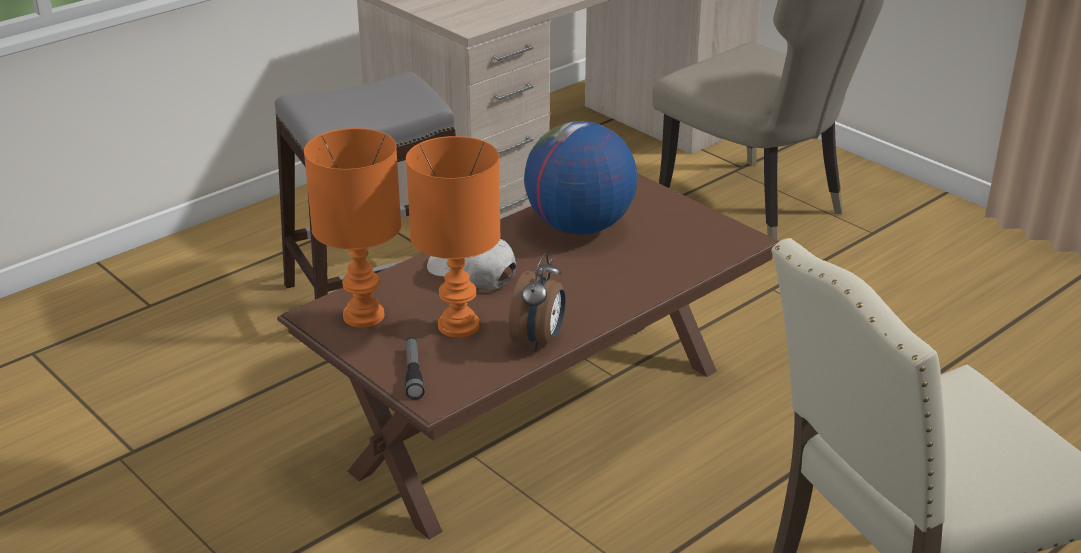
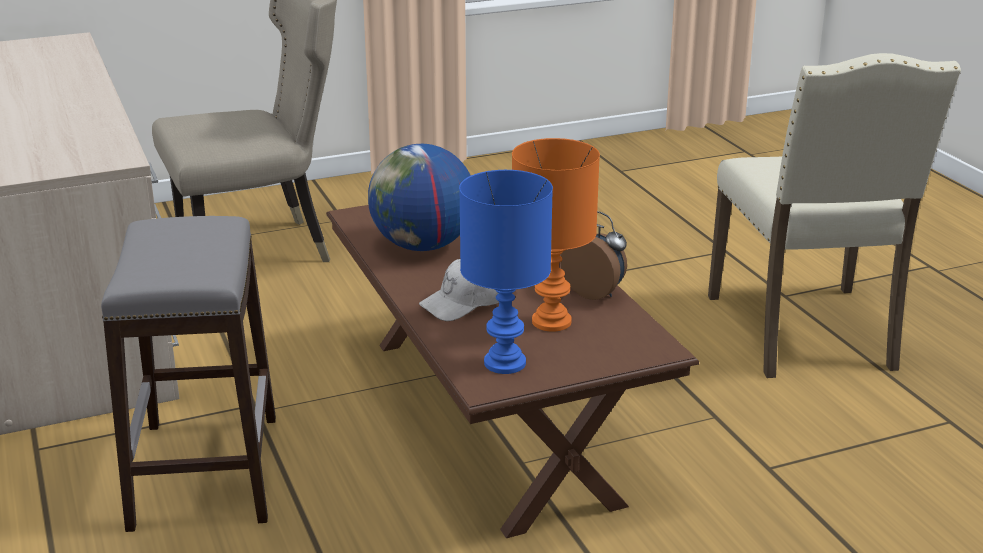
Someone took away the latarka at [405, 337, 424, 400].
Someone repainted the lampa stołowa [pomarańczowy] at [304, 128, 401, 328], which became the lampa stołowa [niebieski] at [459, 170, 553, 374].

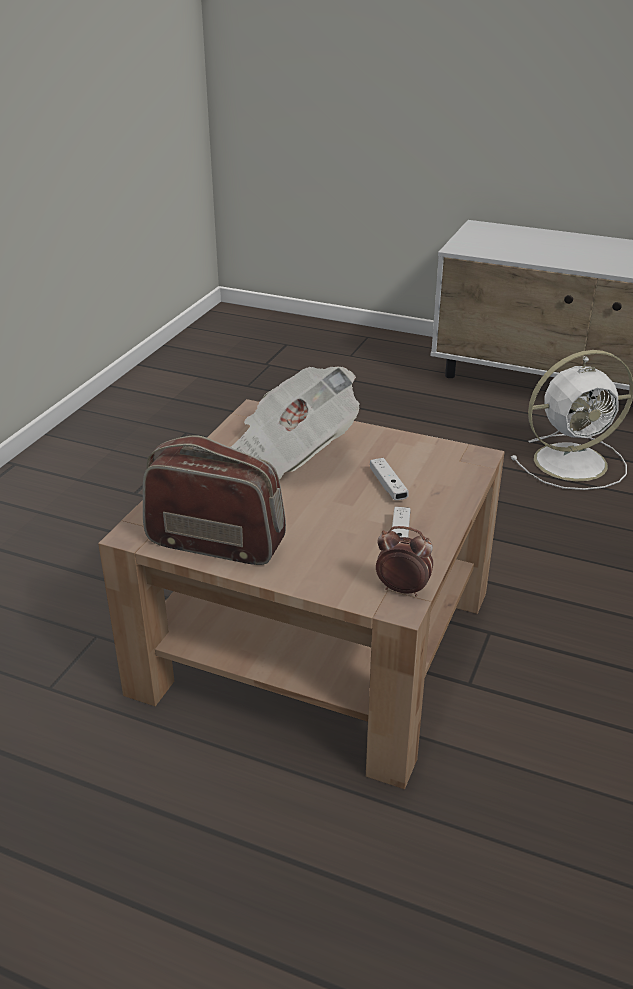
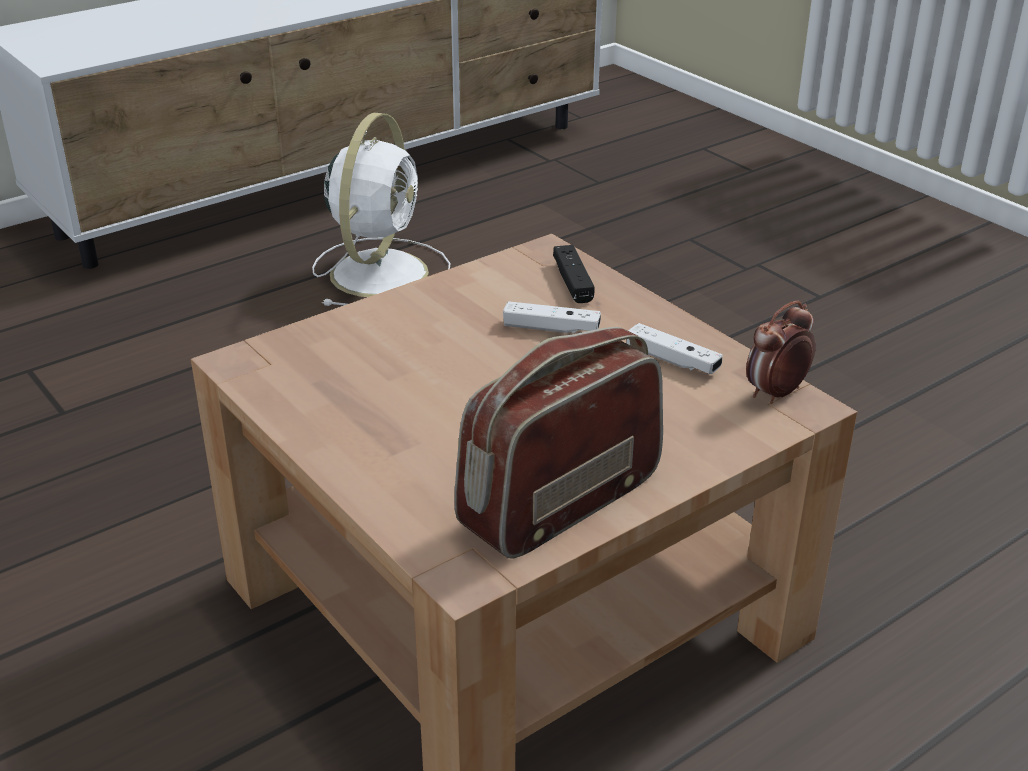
Someone took away the gazeta at [231, 366, 359, 480].
Someone put down the pad do gier [czarny] at [553, 245, 595, 303].

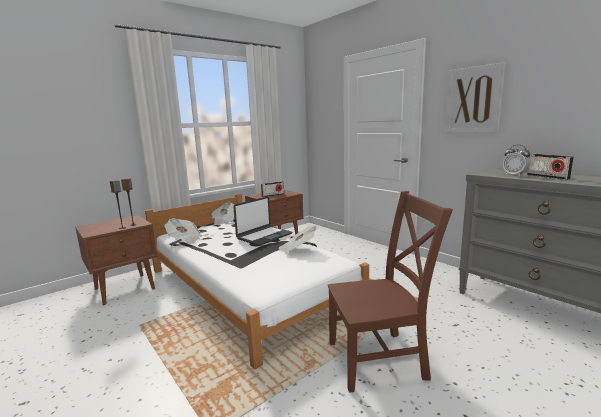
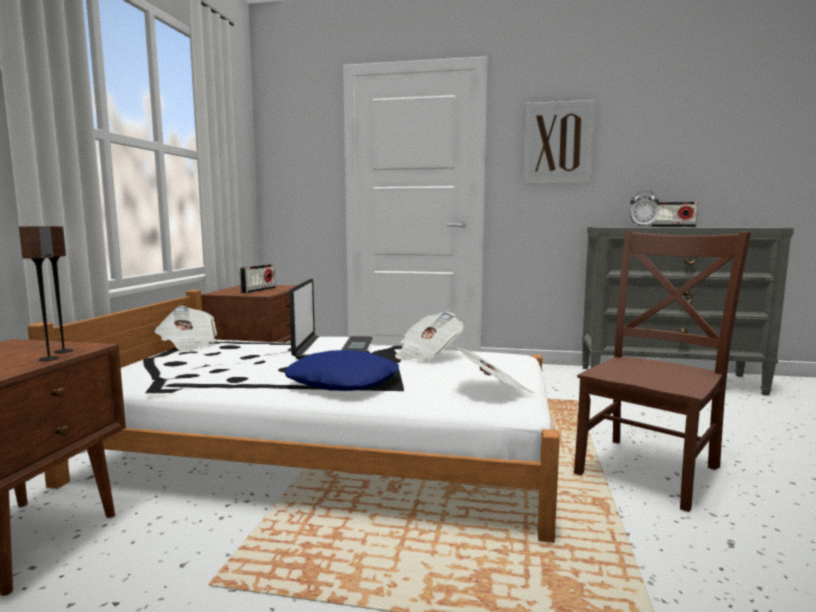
Someone put down the poduszka [niebieski] at [285, 350, 399, 391].
Someone carried the gazeta from [164, 218, 202, 244] to [448, 344, 534, 393].

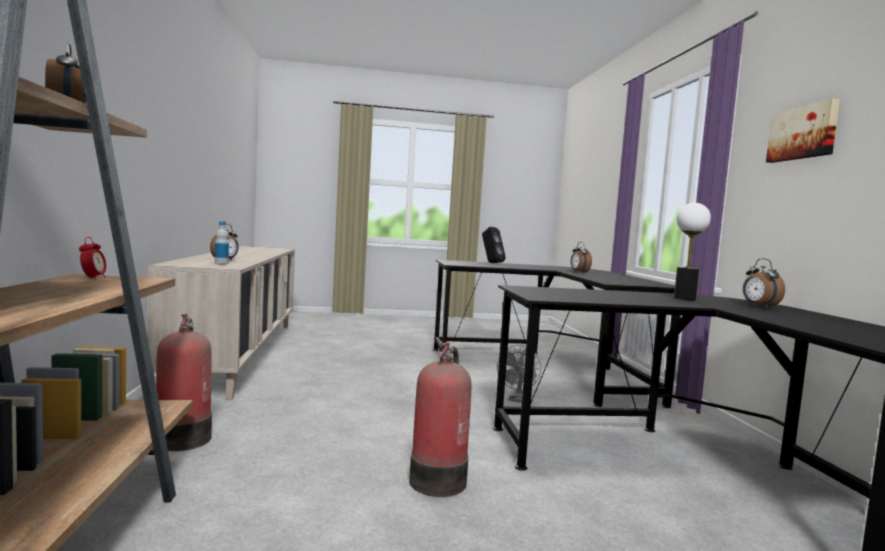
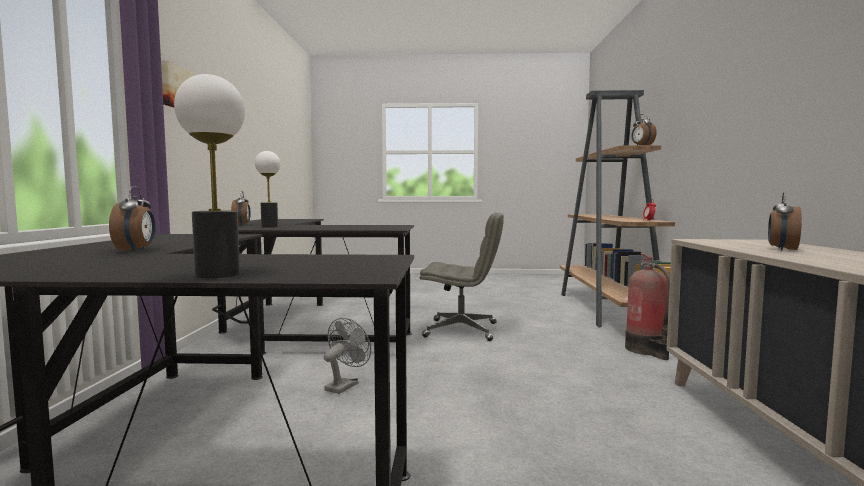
Someone took away the butelka at [215, 221, 229, 264].
Someone swapped the gaśnica at [409, 342, 471, 497] for the krzesło biurowe [szary] at [419, 212, 504, 341].
Someone swapped the głośnik [czarny] at [482, 227, 506, 263] for the lampa stołowa at [174, 74, 245, 278].

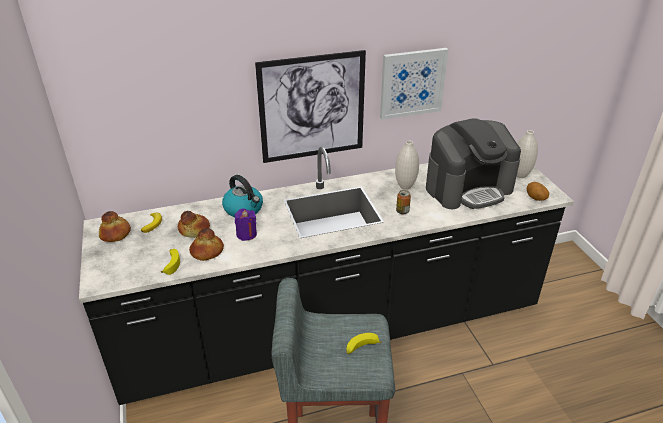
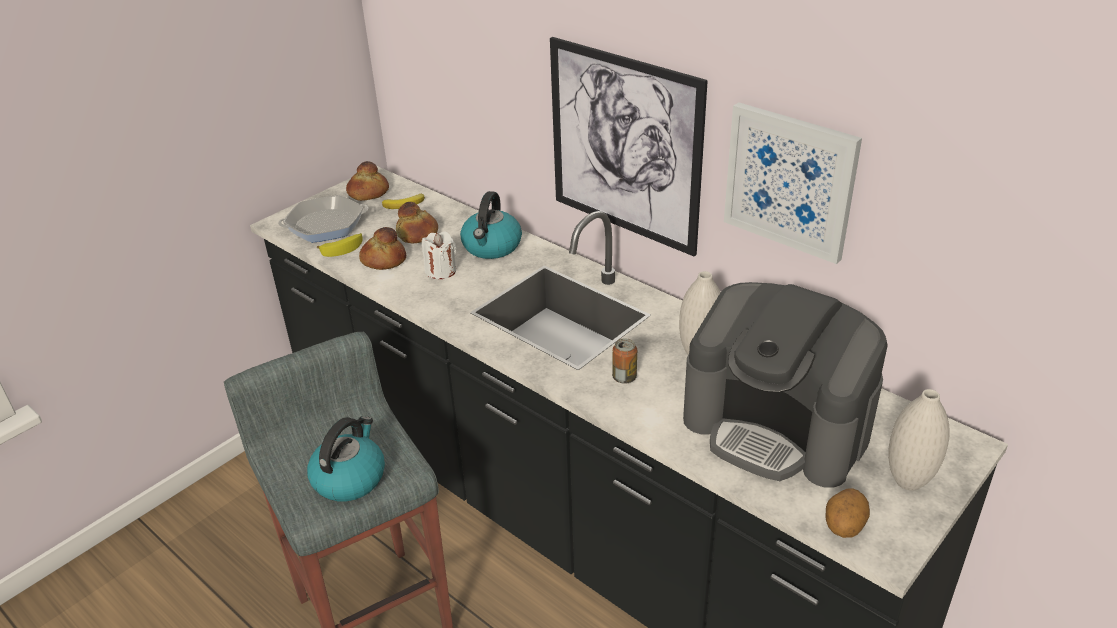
Someone put down the patelnia at [278, 195, 368, 243].
Someone swapped the banan at [346, 333, 381, 354] for the czajnik at [307, 416, 385, 501].
Someone repainted the świeca [fioletowy] at [235, 209, 257, 241], which became the świeca [biały] at [422, 231, 456, 279].

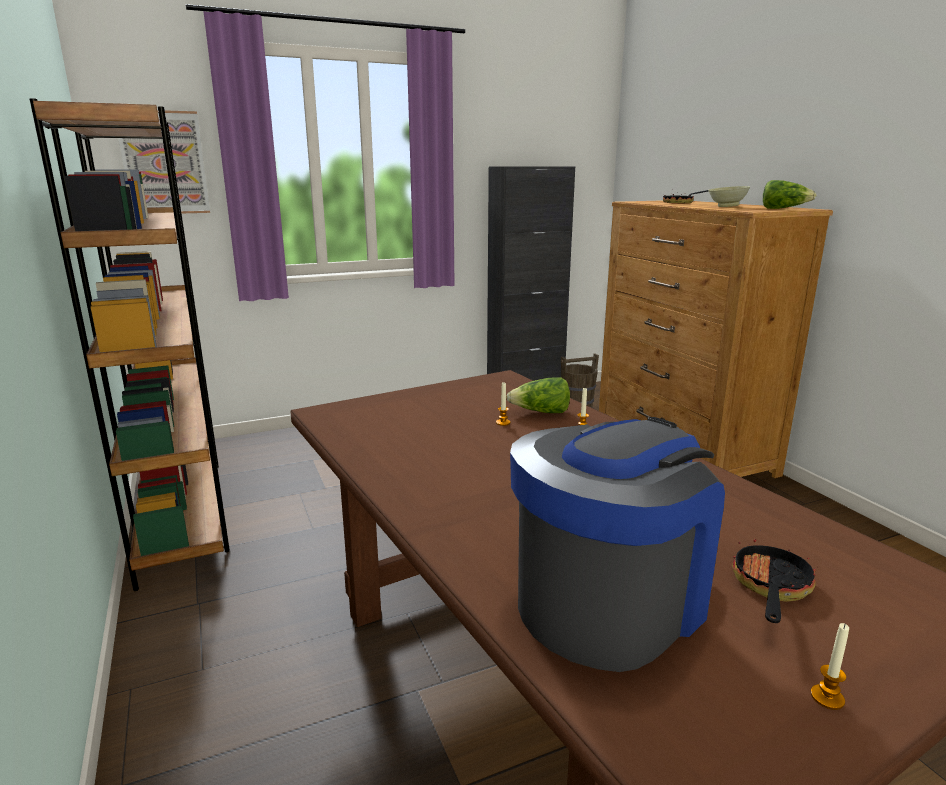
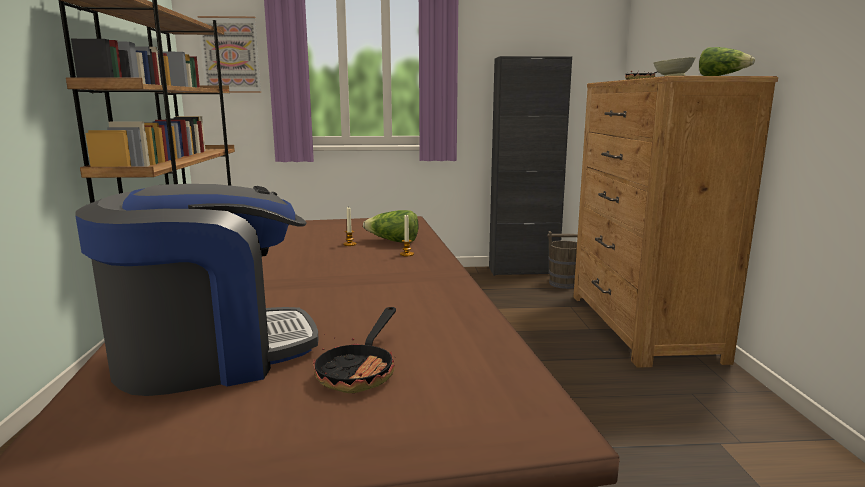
Someone took away the świeca at [811, 623, 849, 710].
Someone rotated the patelnia at [732, 530, 816, 623] by 150 degrees clockwise.

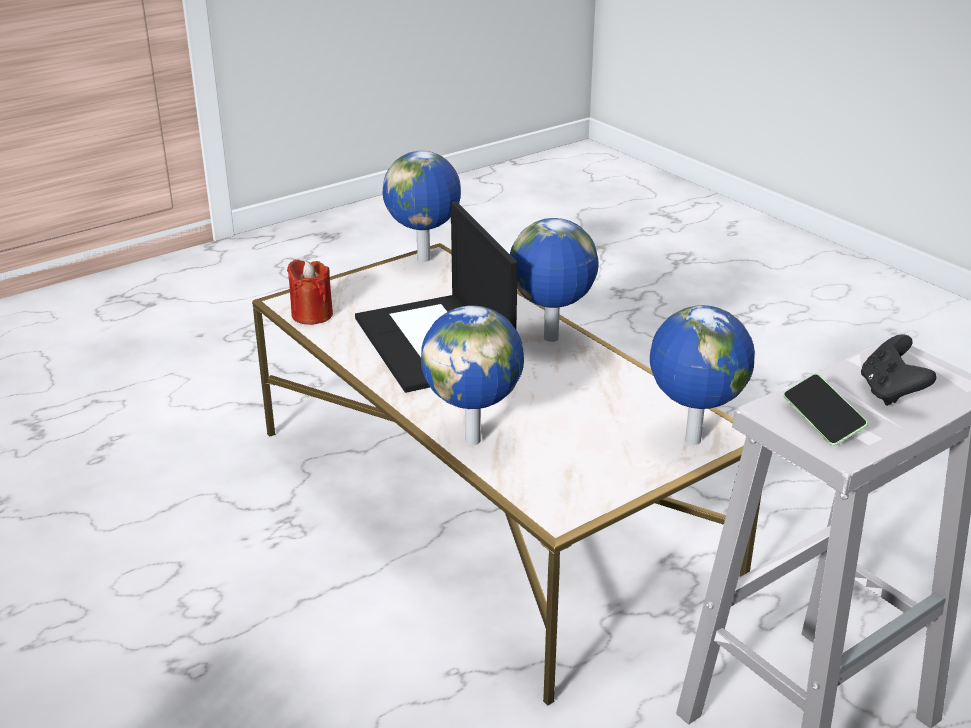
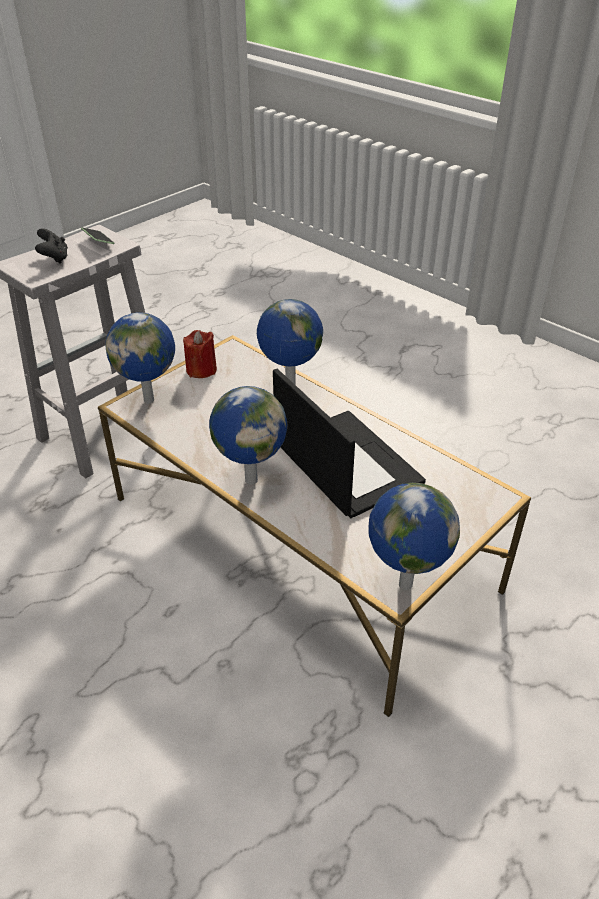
Someone carried the świeca [czerwony] from [287, 260, 333, 325] to [183, 330, 217, 378].

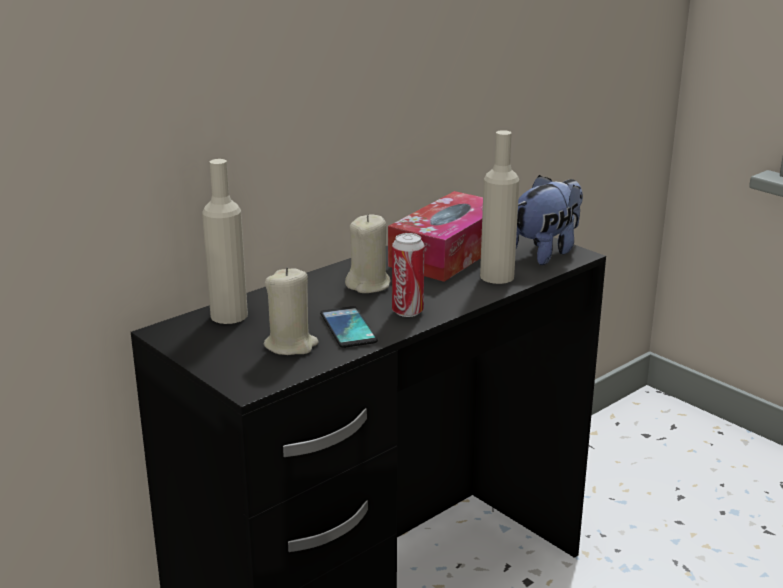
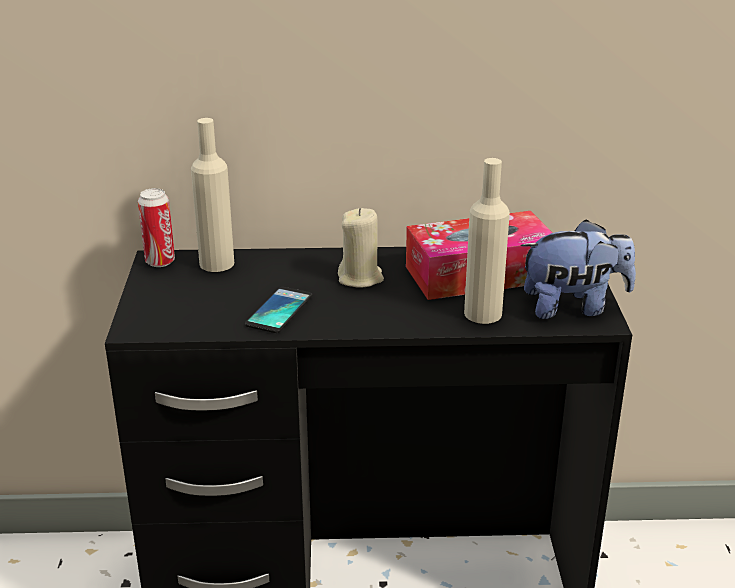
Someone took away the świeca [beżowy] at [264, 267, 319, 355].
Someone carried the puszka from [392, 233, 424, 317] to [138, 188, 175, 267].

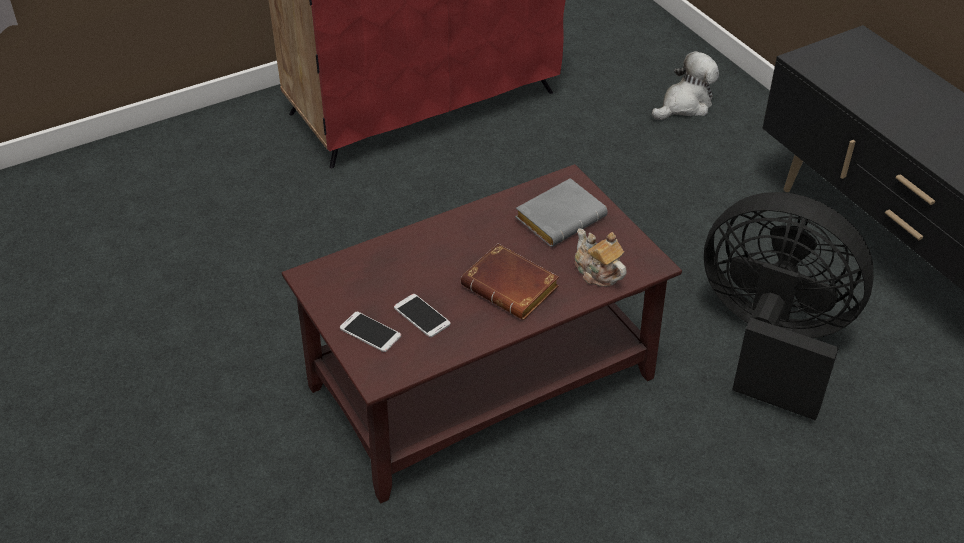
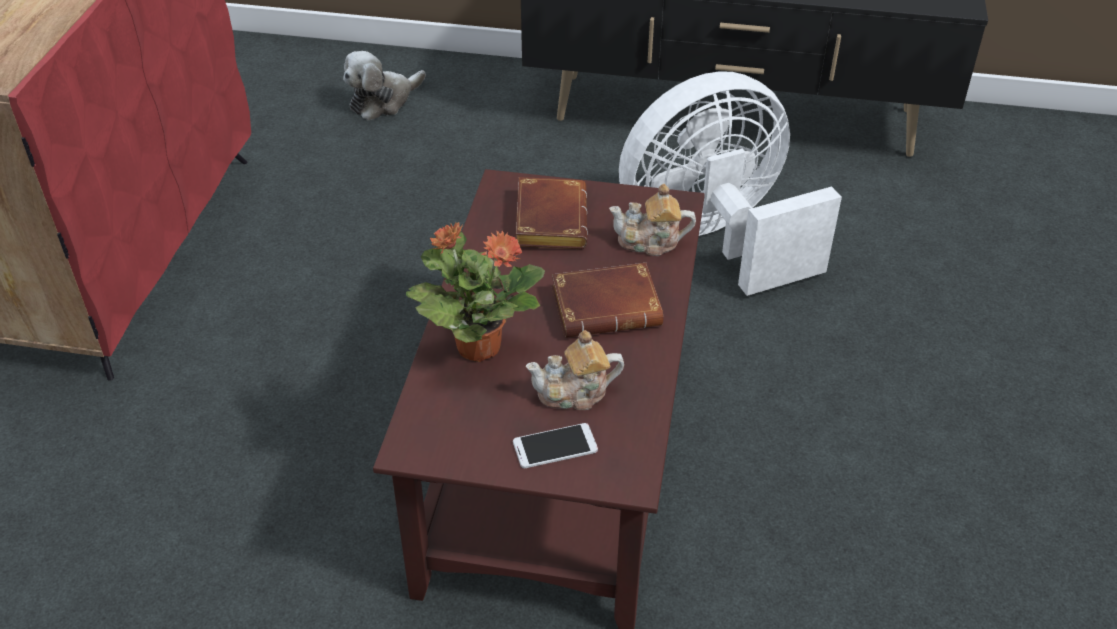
Someone put down the roślina doniczkowa at [406, 222, 545, 362].
Someone swapped the telefon at [394, 294, 451, 337] for the imbryk at [525, 330, 624, 410].
Someone repainted the książka [szary] at [515, 178, 608, 247], which became the książka [brązowy] at [516, 177, 588, 249].
Someone repainted the wentylator [czarny] at [704, 192, 874, 421], which became the wentylator [biały] at [619, 71, 842, 296].
Someone rotated the pluszak at [652, 51, 719, 120] by 135 degrees counterclockwise.

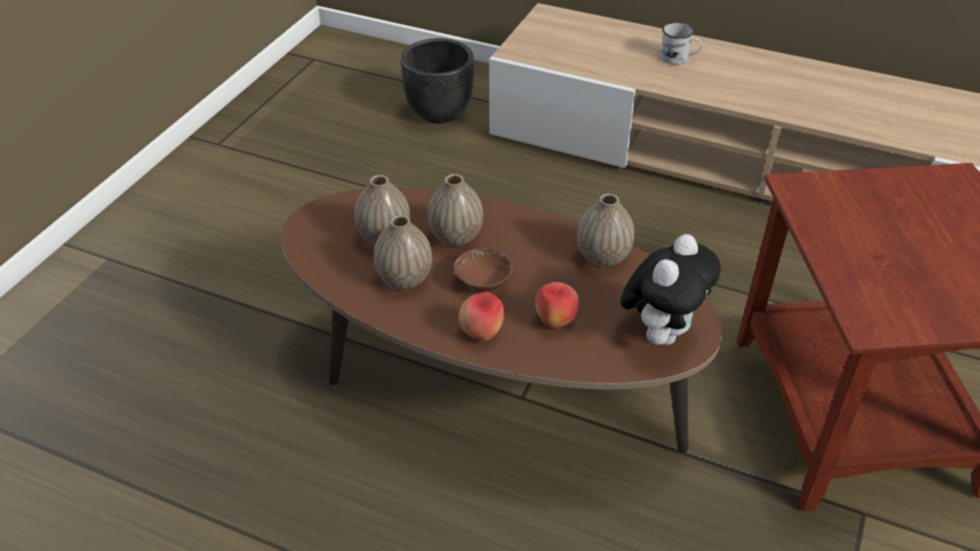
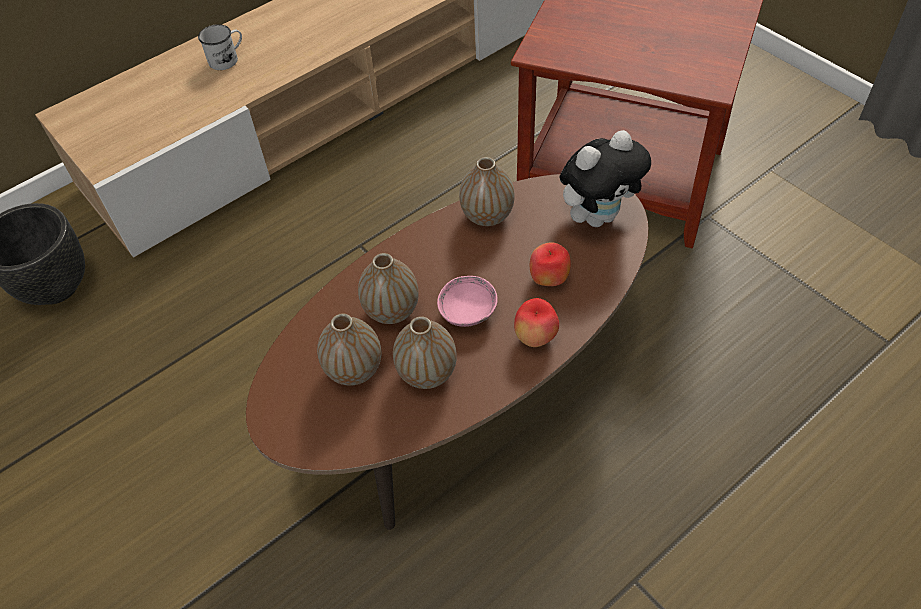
Someone repainted the miska [brązowy] at [453, 248, 513, 291], which became the miska [różowy] at [437, 276, 498, 327].
Someone rotated the pluszak at [620, 234, 721, 345] by 90 degrees clockwise.

